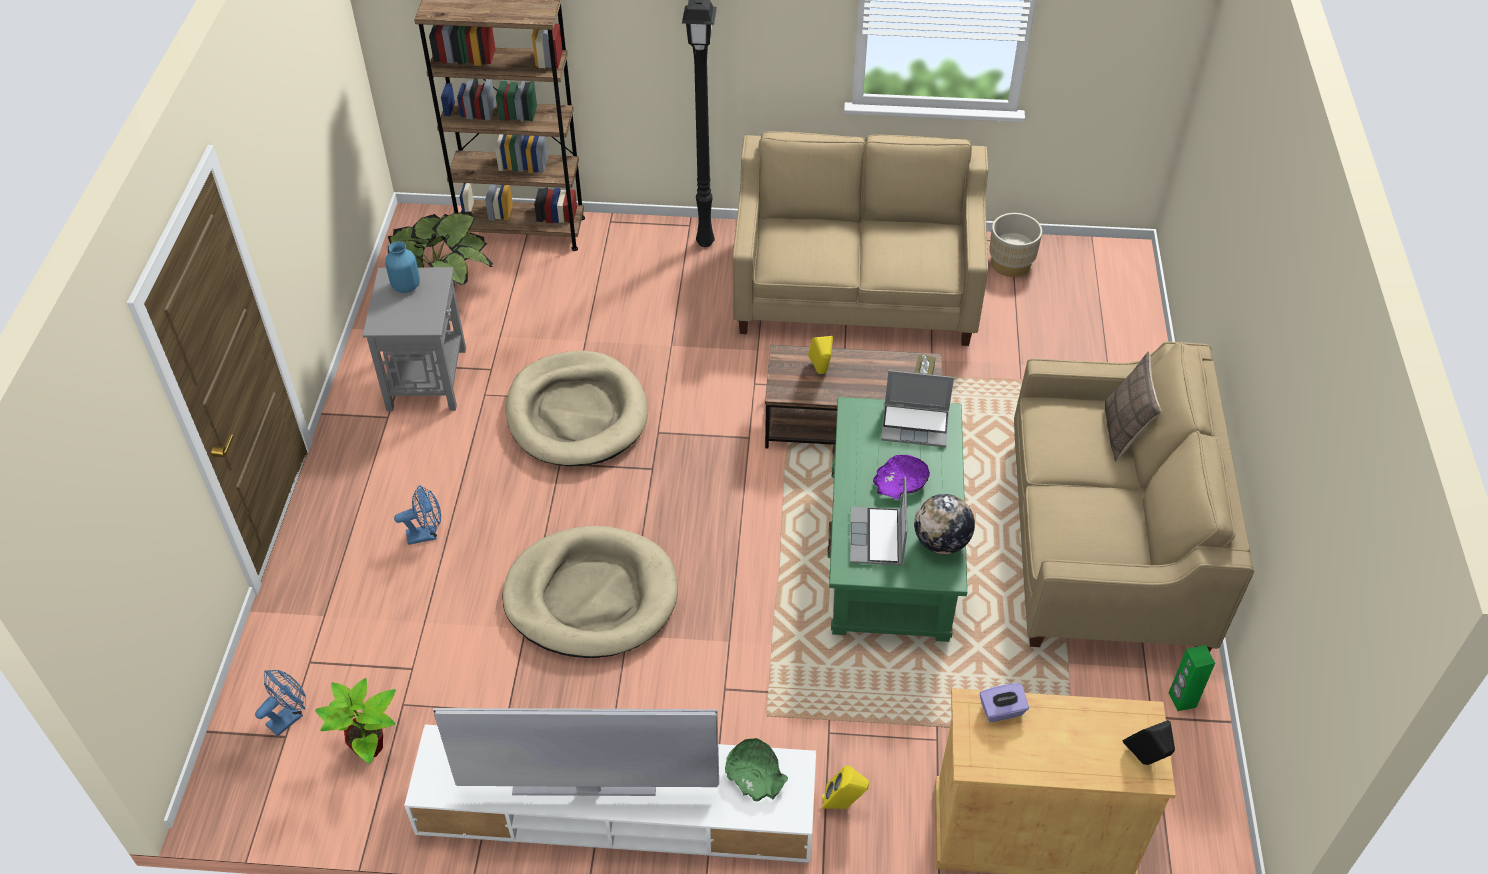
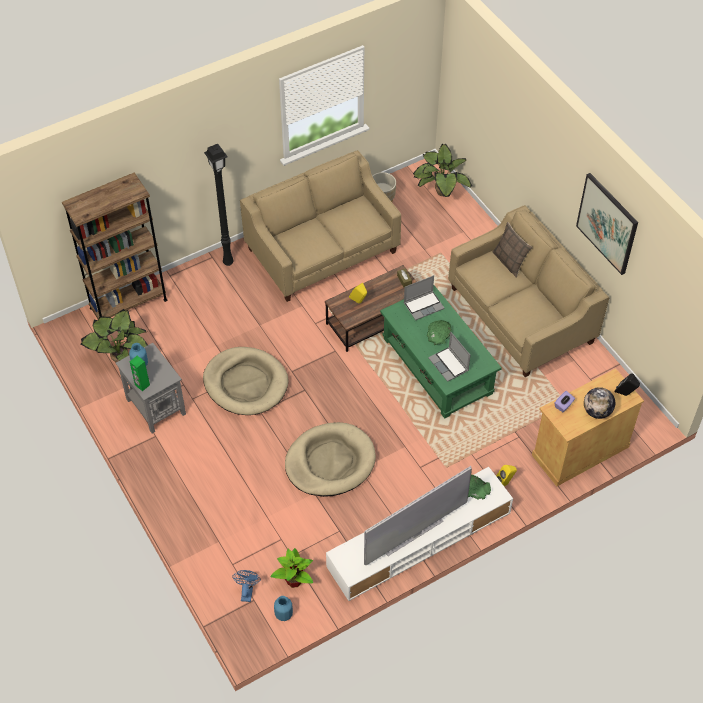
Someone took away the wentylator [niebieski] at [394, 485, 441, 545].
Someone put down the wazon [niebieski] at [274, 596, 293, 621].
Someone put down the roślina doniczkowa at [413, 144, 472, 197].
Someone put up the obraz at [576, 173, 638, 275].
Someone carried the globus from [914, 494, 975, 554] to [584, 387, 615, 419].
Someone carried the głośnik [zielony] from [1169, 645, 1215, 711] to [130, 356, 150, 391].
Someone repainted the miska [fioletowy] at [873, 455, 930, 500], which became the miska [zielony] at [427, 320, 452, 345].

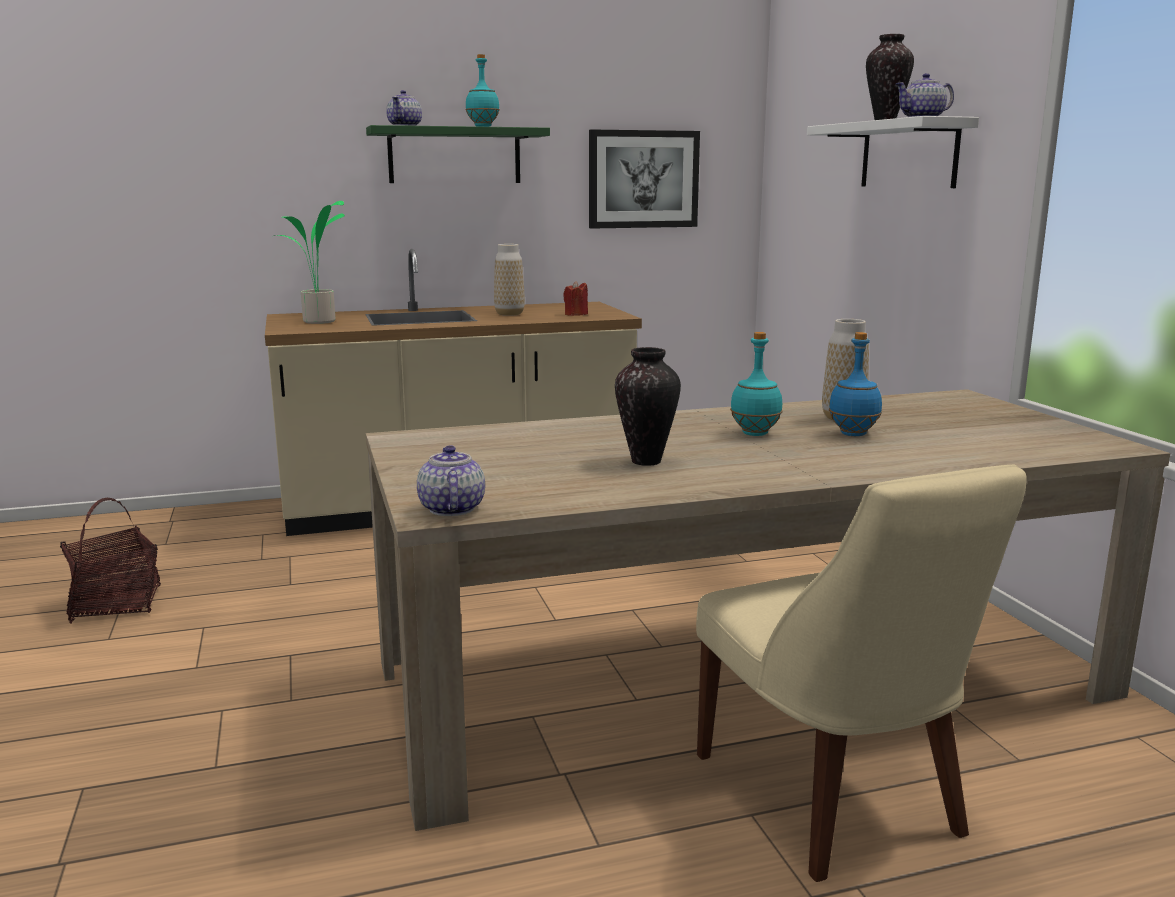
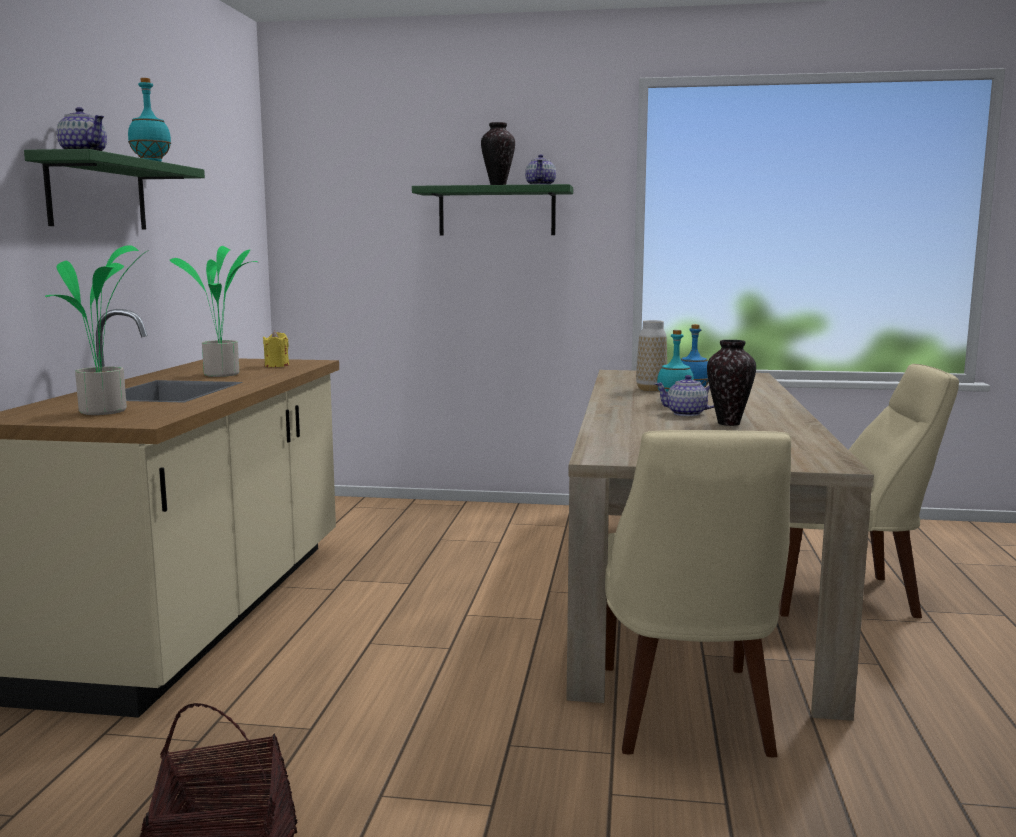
Someone took away the obraz at [589, 129, 700, 229].
Someone put down the krzesło [beżowy] at [605, 430, 791, 757].
Someone carried the imbryk from [417, 445, 485, 516] to [655, 375, 714, 416].
Someone swapped the wazon at [494, 244, 525, 316] for the roślina doniczkowa at [170, 246, 258, 377].
Someone repainted the świeca [czerwony] at [563, 281, 588, 316], which became the świeca [żółty] at [263, 331, 289, 367].
Someone repainted the półka [biały] at [807, 116, 979, 188], which became the półka [zielony] at [412, 184, 573, 236].

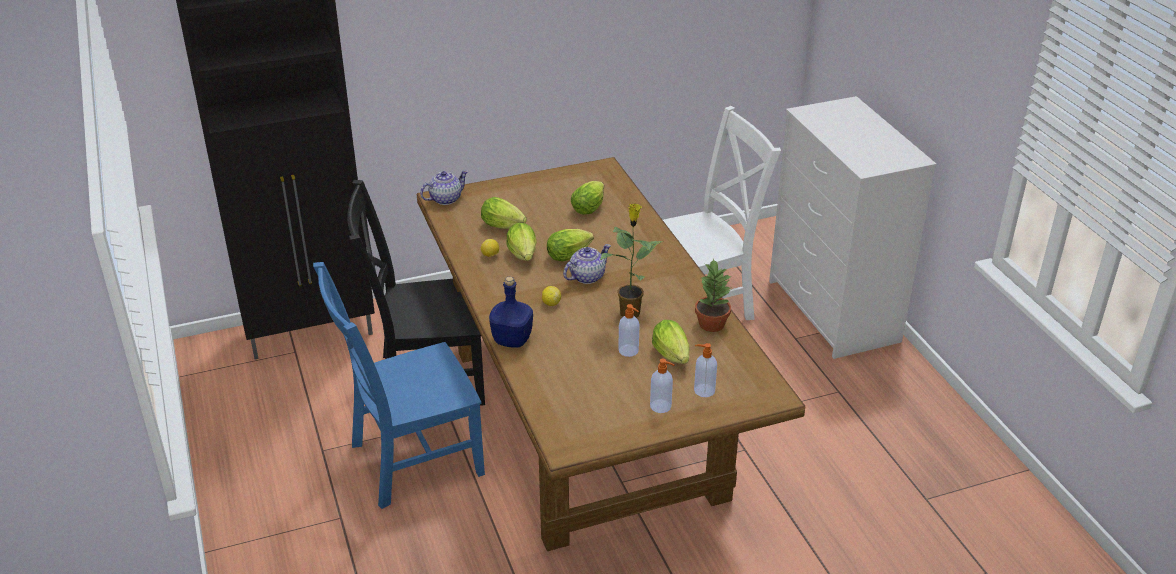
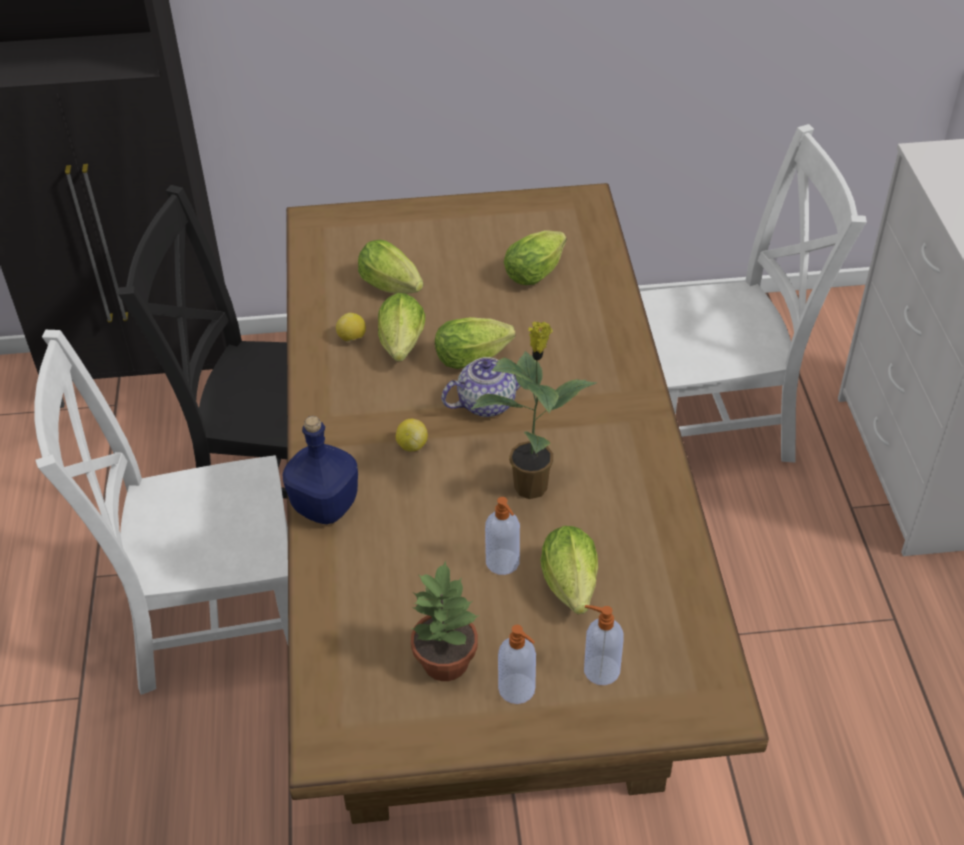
Someone took away the imbryk at [420, 170, 468, 205].
Someone carried the roślina doniczkowa from [695, 258, 732, 332] to [411, 560, 480, 681].
Someone repainted the krzesło [niebieski] at [313, 262, 485, 509], which became the krzesło [biały] at [34, 330, 288, 695].

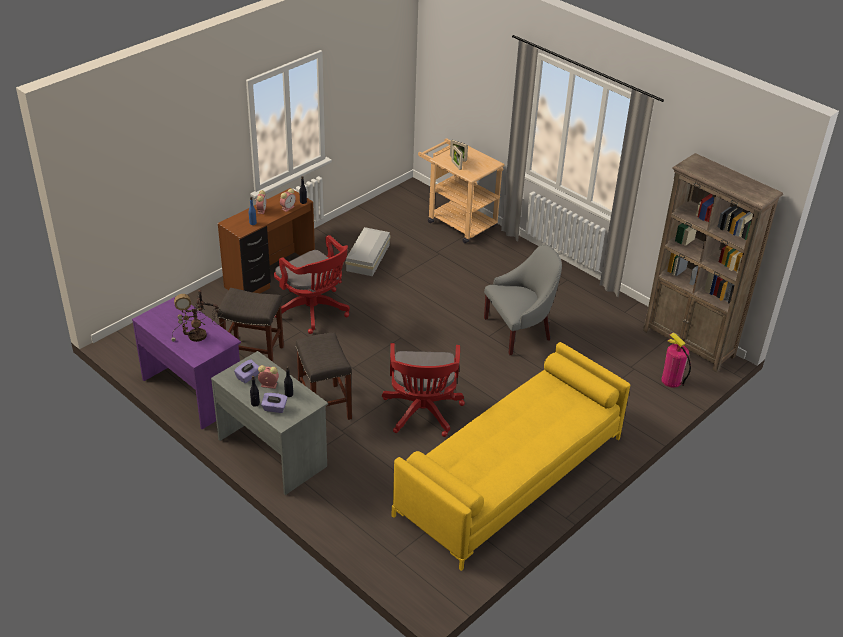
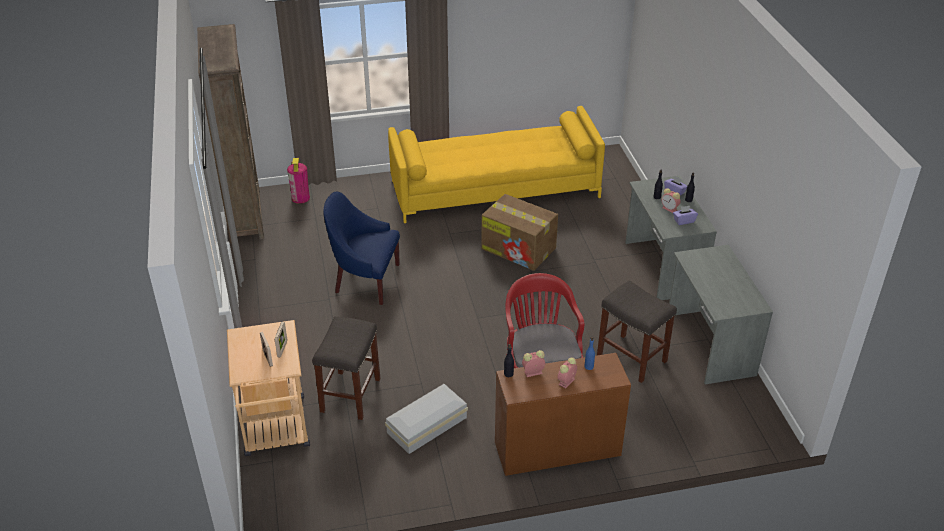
Someone took away the lampa stołowa at [171, 290, 224, 342].
Someone carried the stołek [szary] from [296, 332, 352, 420] to [313, 317, 381, 420].
Someone swapped the krzesło biurowe [czerwony] at [382, 343, 465, 437] for the karton at [481, 194, 558, 271].
Someone repainted the biurko [fioletowy] at [132, 296, 241, 429], which became the biurko [szary] at [669, 245, 773, 384].
Someone repainted the fotel [szary] at [484, 244, 562, 355], which became the fotel [niebieski] at [323, 191, 400, 305].

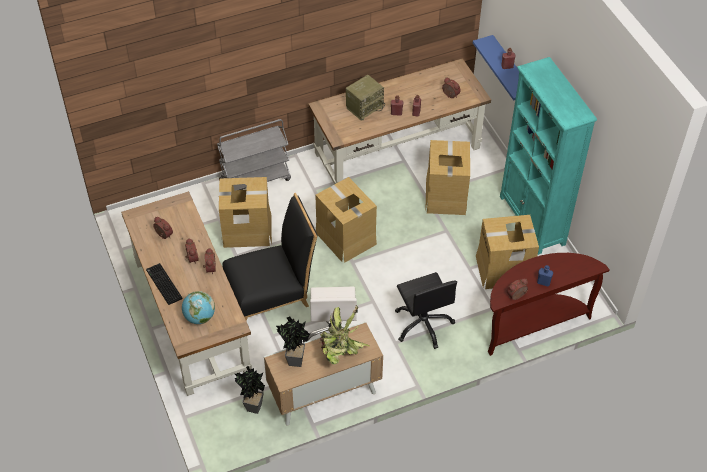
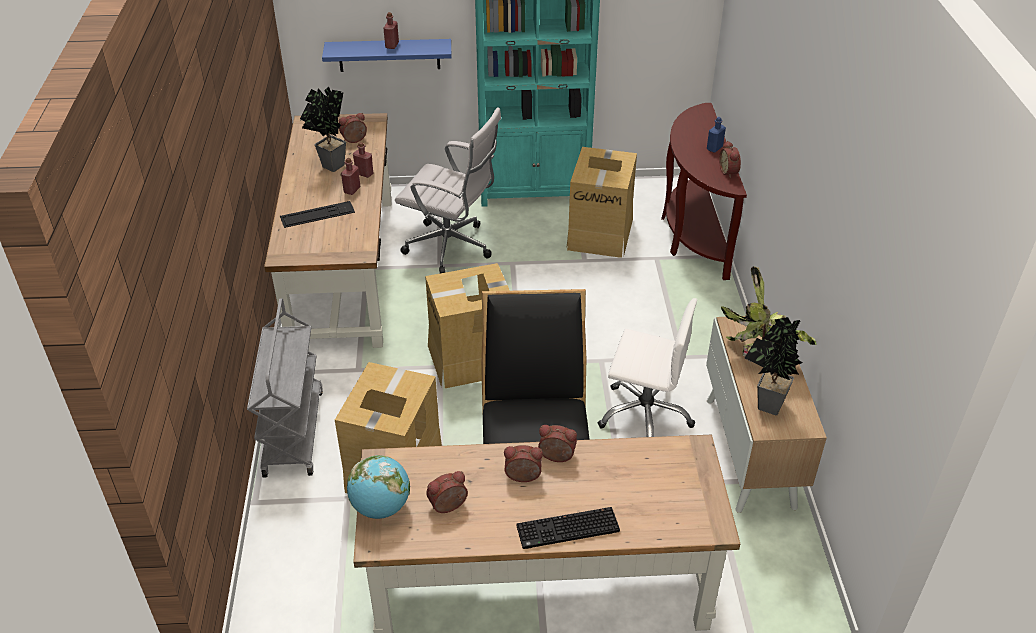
Someone took away the krzesło biurowe [czarny] at [395, 272, 457, 349].
Someone carried the globus from [182, 291, 215, 324] to [347, 455, 410, 519].
Someone carried the roślina doniczkowa from [235, 366, 265, 414] to [300, 87, 346, 172].
Someone swapped the radio at [346, 75, 385, 121] for the klawiatura at [280, 201, 355, 228].
Someone swapped the karton at [425, 140, 470, 215] for the krzesło biurowe [biały] at [395, 107, 501, 273].

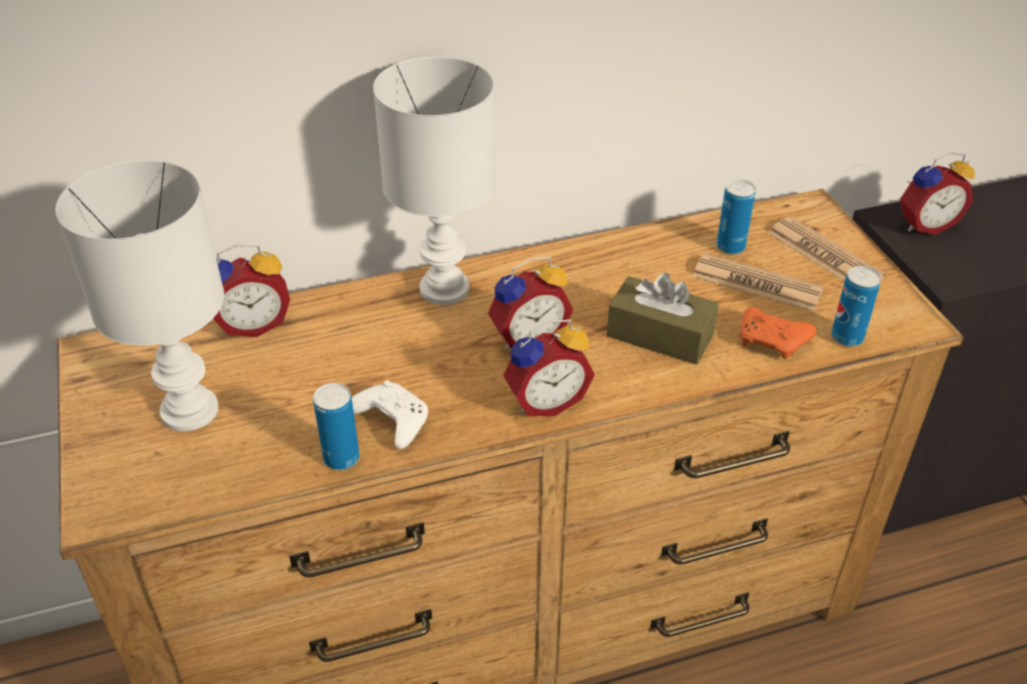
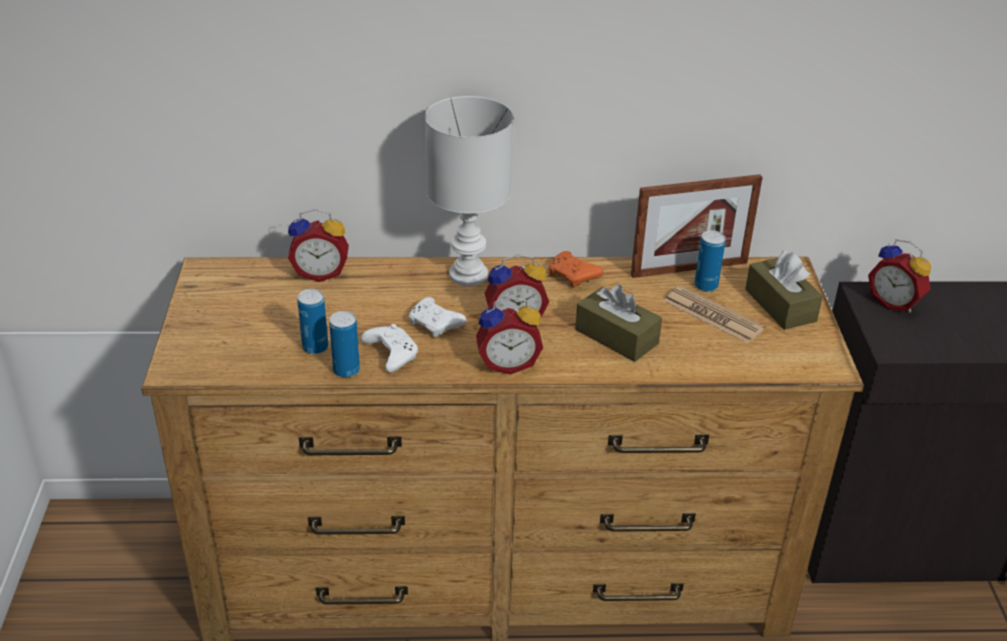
Someone took away the lampa stołowa [biały] at [56, 160, 224, 431].
Someone put down the pad do gier [biały] at [409, 297, 467, 337].
Someone put down the ramka na zdjęcie at [631, 174, 763, 278].
Someone carried the pad do gier [pomarańczowy] from [740, 307, 816, 359] to [548, 251, 603, 287].
Someone carried the puszka from [831, 266, 881, 347] to [297, 289, 328, 354].
Someone swapped the gazeta at [768, 217, 886, 282] for the pudełko chusteczek [brązowy] at [745, 250, 823, 330].
Someone rotated the budzik at [900, 152, 975, 235] by 45 degrees clockwise.

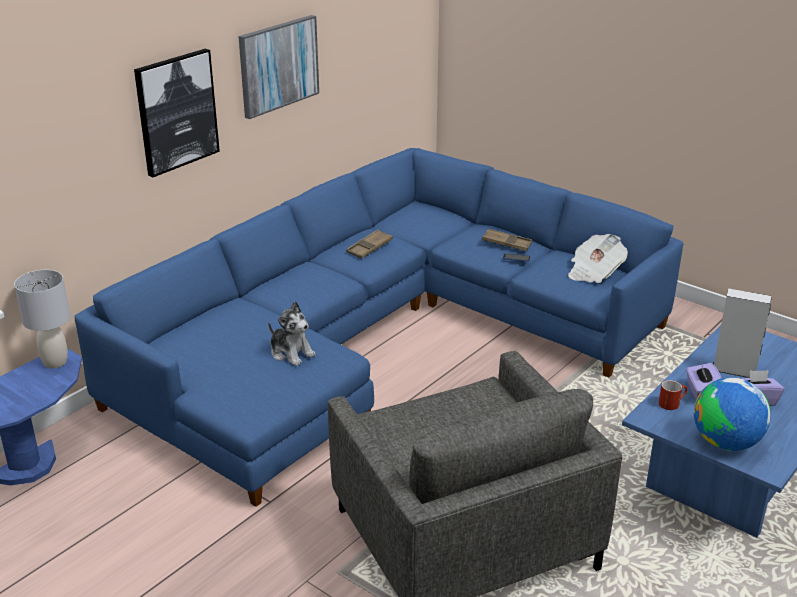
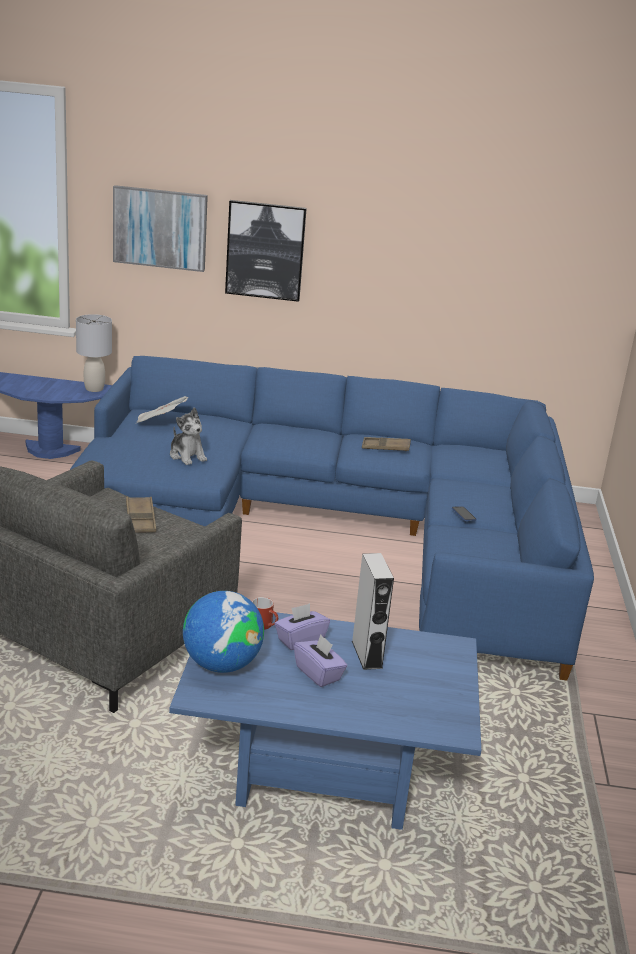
Someone carried the obraz from [238, 15, 319, 119] to [113, 185, 208, 272].
Someone carried the taca [brązowy] from [482, 229, 532, 251] to [126, 497, 156, 533].
Someone carried the gazeta from [568, 234, 628, 283] to [137, 396, 188, 423].
Someone rotated the pluszak at [268, 301, 316, 366] by 45 degrees counterclockwise.

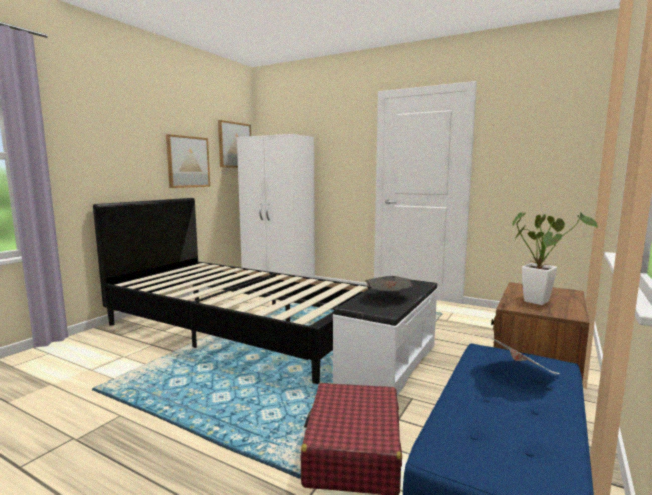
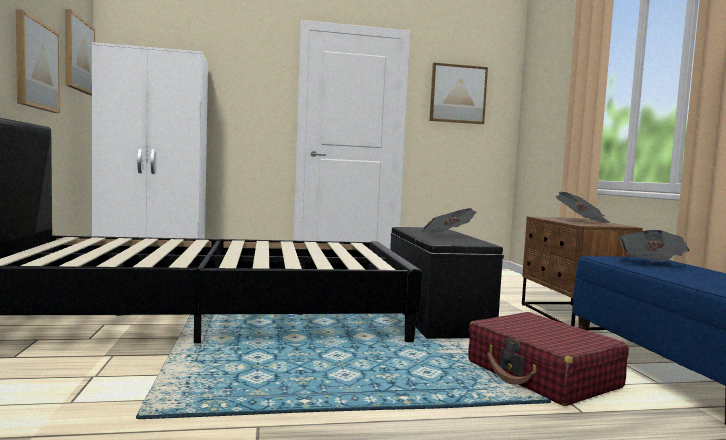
Someone put up the obraz at [430, 63, 488, 124].
Someone swapped the roślina doniczkowa at [512, 212, 598, 305] for the gazeta at [556, 192, 610, 223].
Someone repainted the ławka [biały] at [333, 279, 438, 396], which became the ławka [czarny] at [390, 227, 504, 339].

